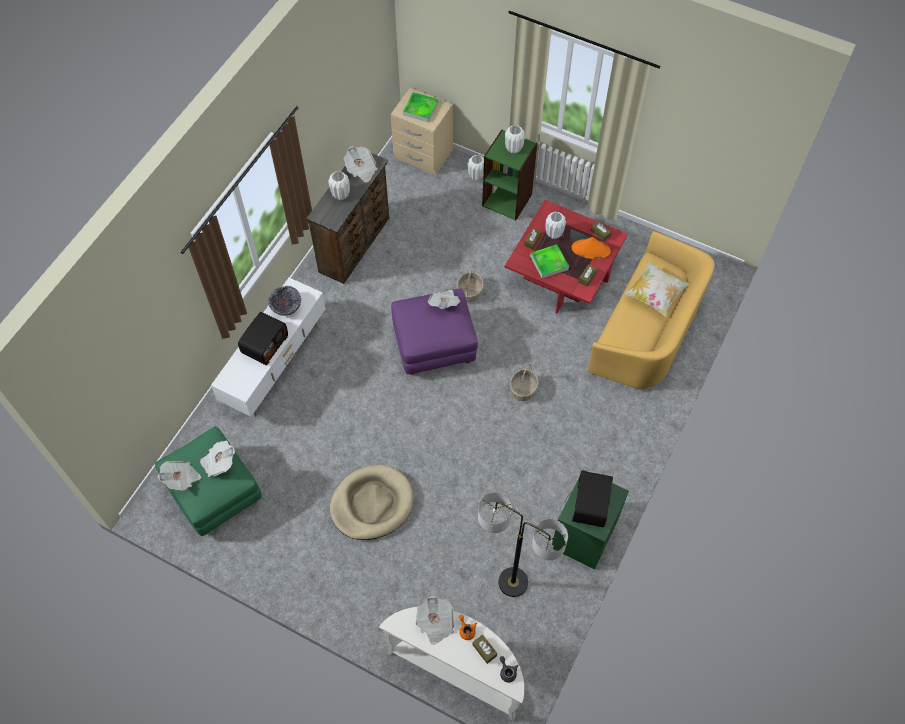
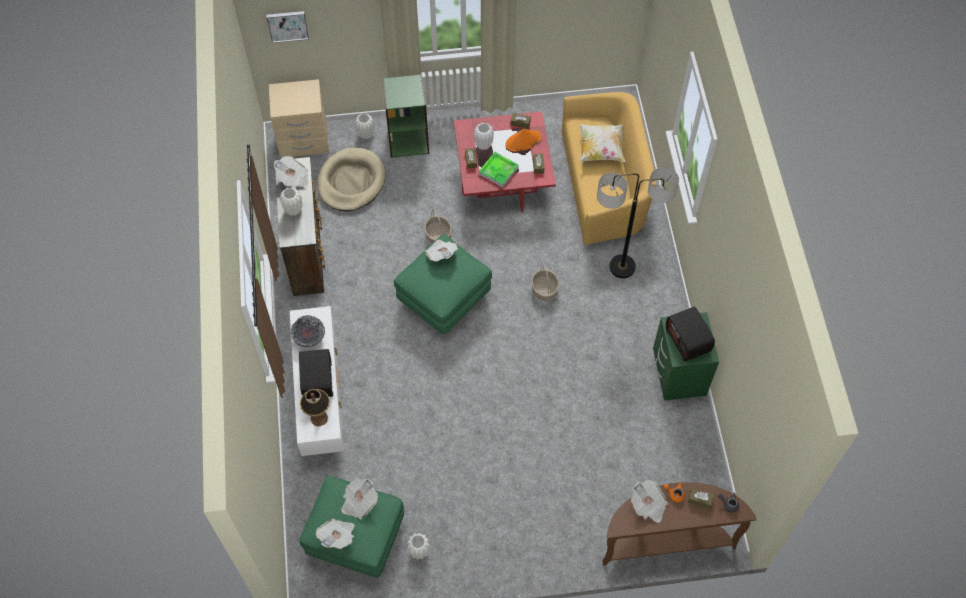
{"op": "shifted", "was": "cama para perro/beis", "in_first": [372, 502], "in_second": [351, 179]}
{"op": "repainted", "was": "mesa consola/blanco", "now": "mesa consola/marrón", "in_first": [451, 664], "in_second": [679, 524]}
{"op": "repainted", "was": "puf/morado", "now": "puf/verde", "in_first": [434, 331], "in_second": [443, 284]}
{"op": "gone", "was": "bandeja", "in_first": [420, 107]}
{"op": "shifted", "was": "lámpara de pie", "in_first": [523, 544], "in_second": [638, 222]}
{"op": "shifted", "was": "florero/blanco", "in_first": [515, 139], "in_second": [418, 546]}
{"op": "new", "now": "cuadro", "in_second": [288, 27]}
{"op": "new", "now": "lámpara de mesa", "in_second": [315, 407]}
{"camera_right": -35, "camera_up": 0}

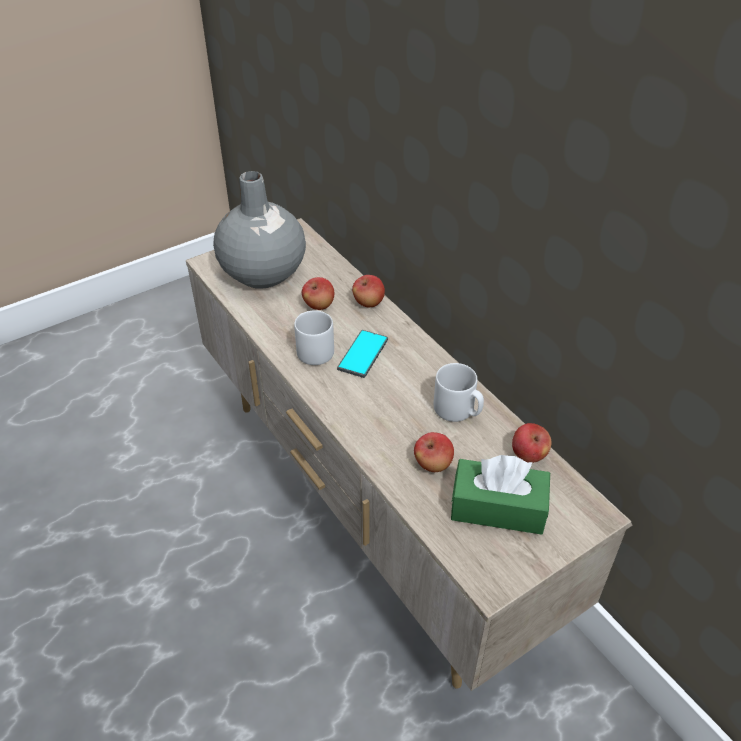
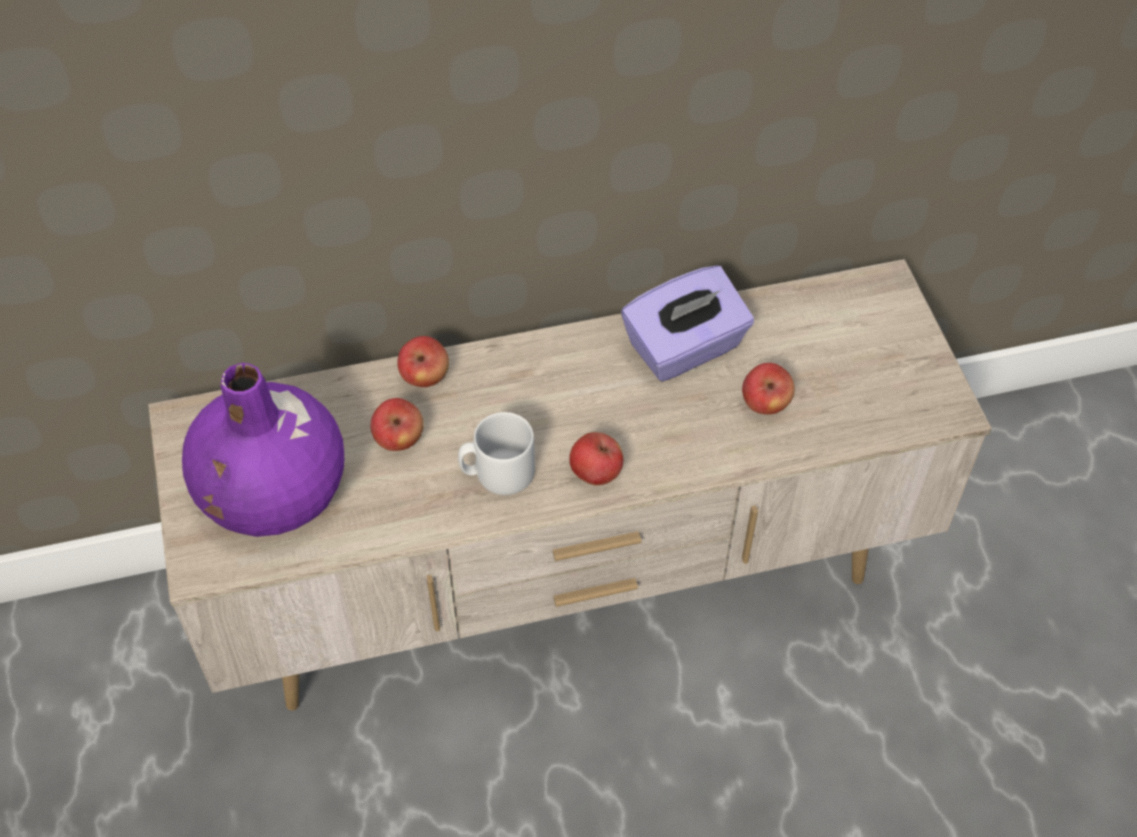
{"op": "repainted", "was": "florero/gris", "now": "florero/morado", "in_first": [259, 230], "in_second": [263, 450]}
{"op": "gone", "was": "móvil", "in_first": [362, 354]}
{"op": "swapped", "was": "taza grande/gris", "now": "caja de pañuelos/morado", "in_first": [459, 392], "in_second": [687, 323]}
{"op": "gone", "was": "caja de pañuelos/verde", "in_first": [500, 495]}
{"op": "shifted", "was": "manzana", "in_first": [531, 443], "in_second": [596, 458]}
{"camera_right": -70, "camera_up": 10}

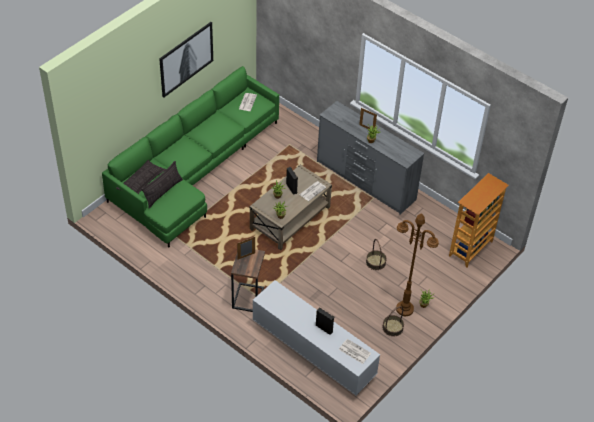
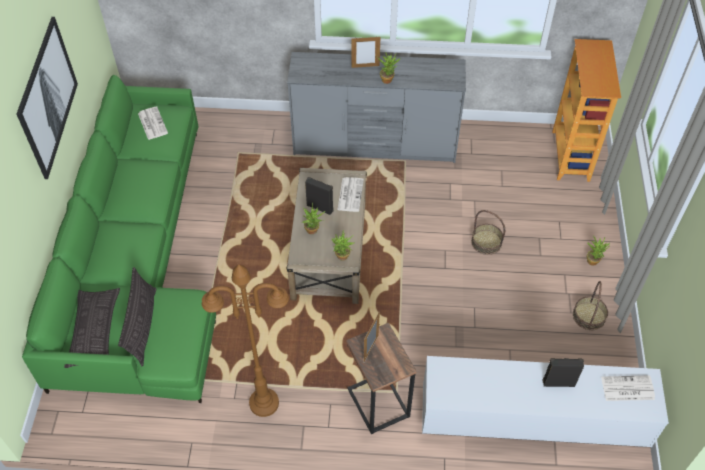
{"op": "shifted", "was": "lámpara de pie/marrón", "in_first": [417, 264], "in_second": [245, 340]}
{"camera_right": -35, "camera_up": 5}

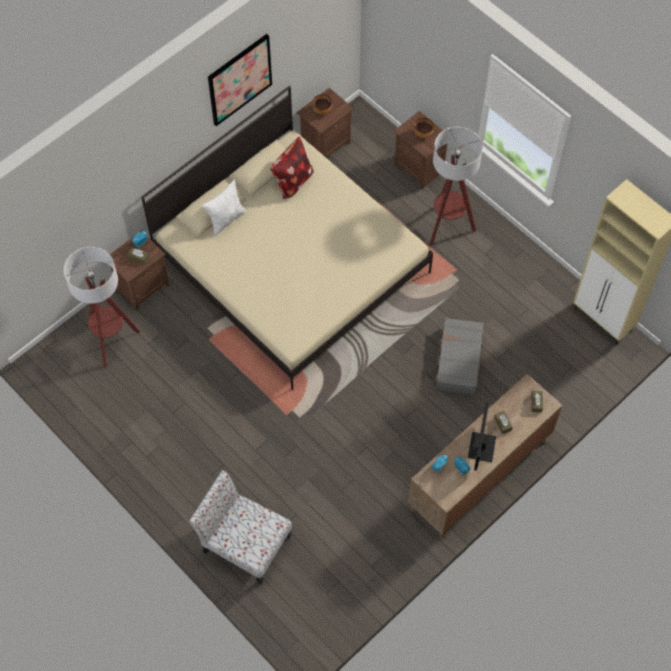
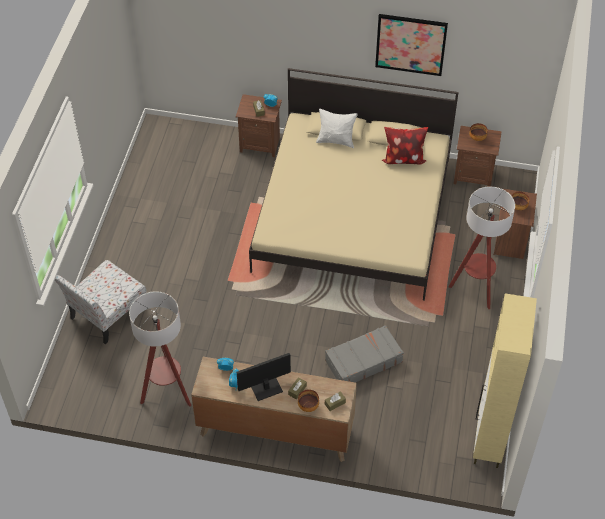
{"op": "shifted", "was": "lámpara de pie", "in_first": [102, 307], "in_second": [160, 349]}
{"op": "rotated", "was": "silla", "in_first": [240, 527], "in_second": [101, 302], "clockwise": -135}
{"op": "new", "now": "cuenco", "in_second": [308, 400]}
{"camera_right": 55, "camera_up": -10}

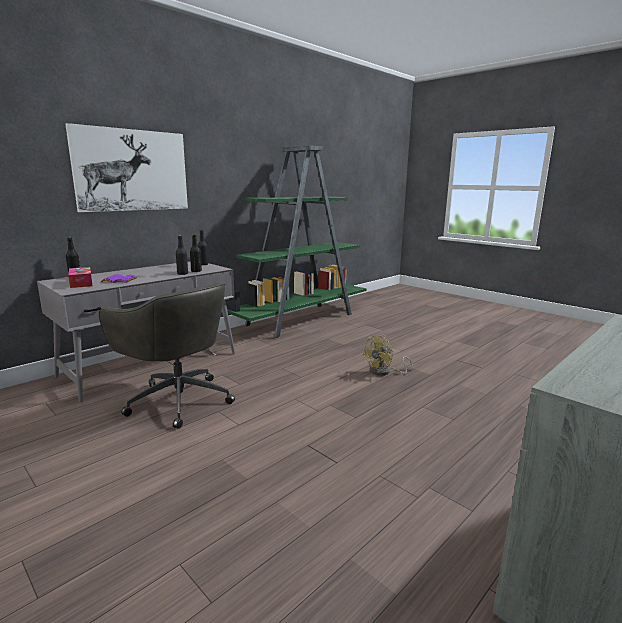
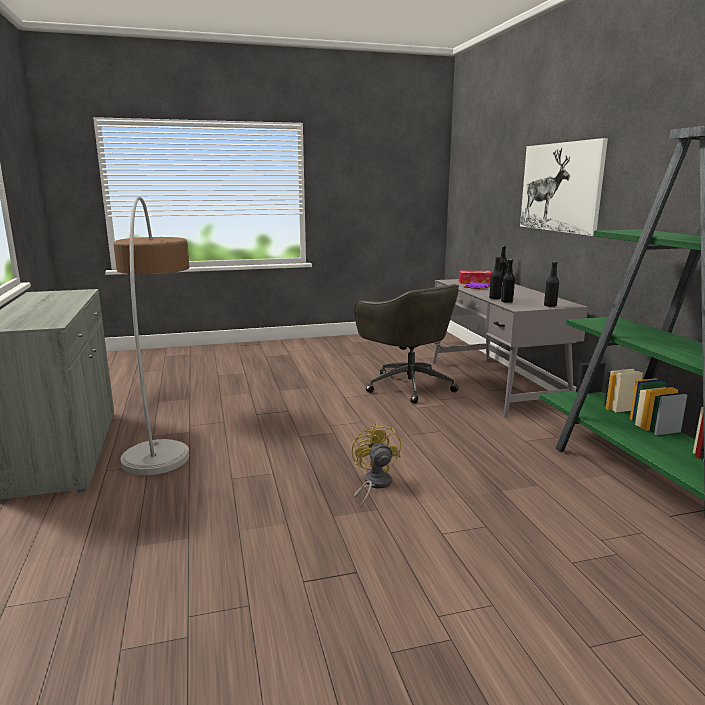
{"op": "rotated", "was": "silla de oficina/gris", "in_first": [167, 355], "in_second": [406, 344], "clockwise": -105}
{"op": "new", "now": "lámpara de pie", "in_second": [151, 335]}
{"camera_right": 120, "camera_up": 0}

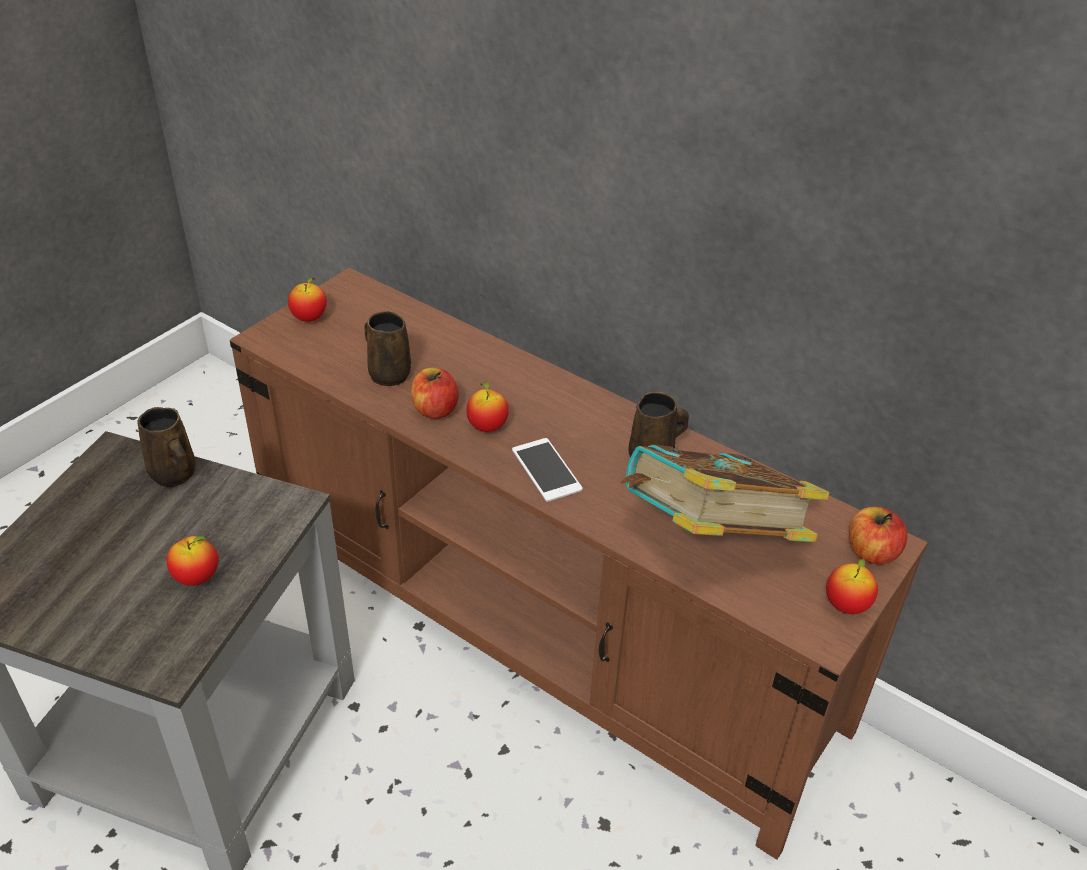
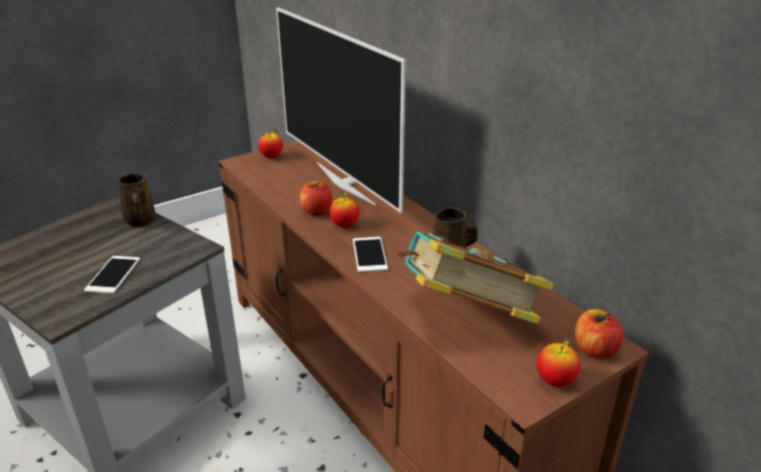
{"op": "swapped", "was": "manzana", "now": "móvil", "in_first": [193, 561], "in_second": [112, 275]}
{"op": "gone", "was": "taza grande/marrón", "in_first": [387, 348]}
{"op": "new", "now": "televisor", "in_second": [341, 110]}
{"camera_right": 20, "camera_up": -10}

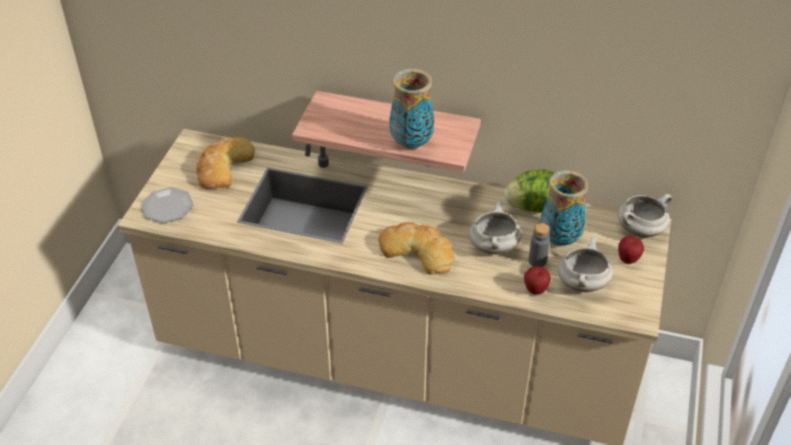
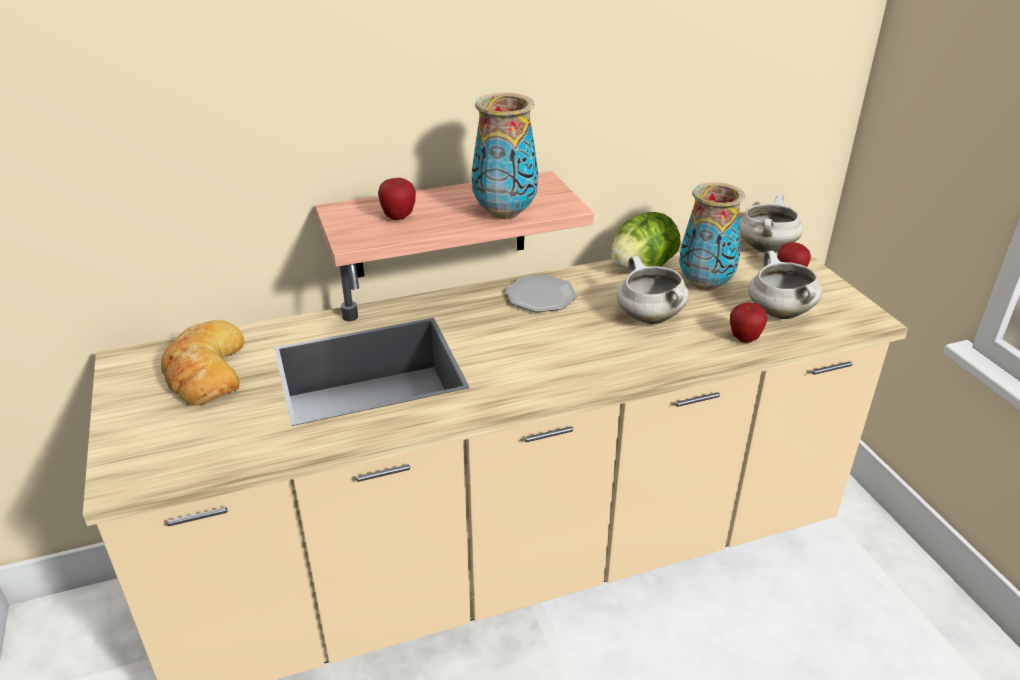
{"op": "shifted", "was": "plato", "in_first": [168, 205], "in_second": [541, 293]}
{"op": "gone", "was": "pan", "in_first": [416, 248]}
{"op": "gone", "was": "botella/gris", "in_first": [539, 245]}
{"op": "new", "now": "manzana", "in_second": [397, 199]}
{"camera_right": -35, "camera_up": -10}

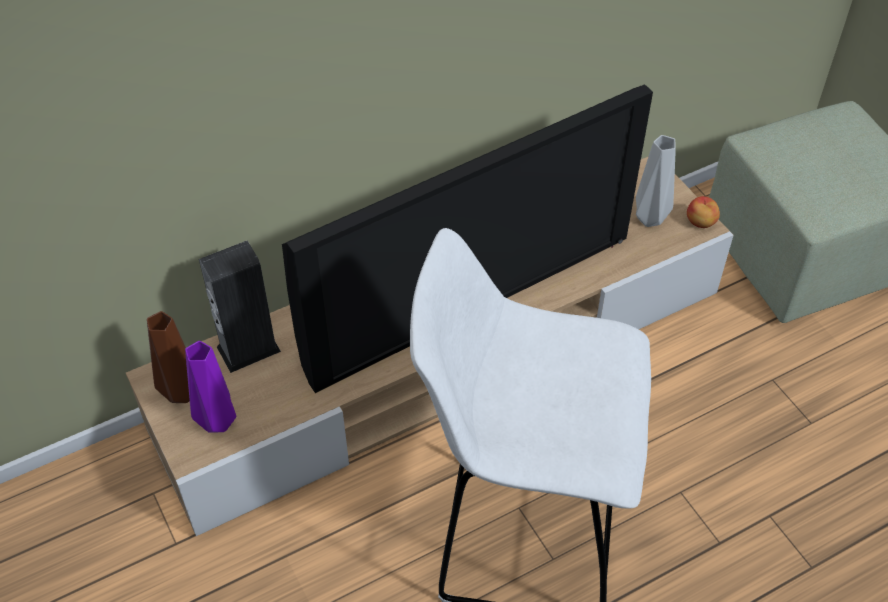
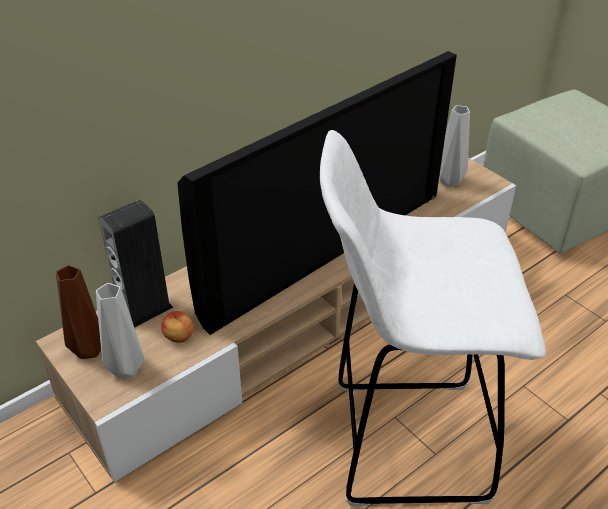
{"op": "repainted", "was": "florero/morado", "now": "florero/gris", "in_first": [210, 387], "in_second": [120, 330]}
{"op": "shifted", "was": "manzana", "in_first": [703, 212], "in_second": [177, 327]}
{"camera_right": -10, "camera_up": -10}

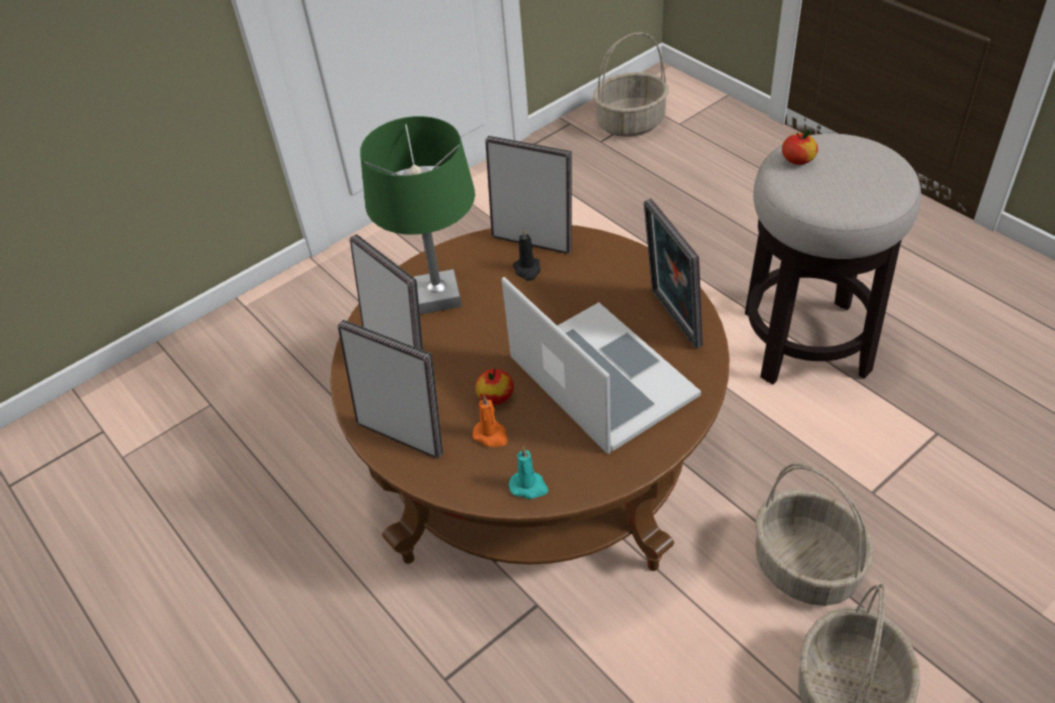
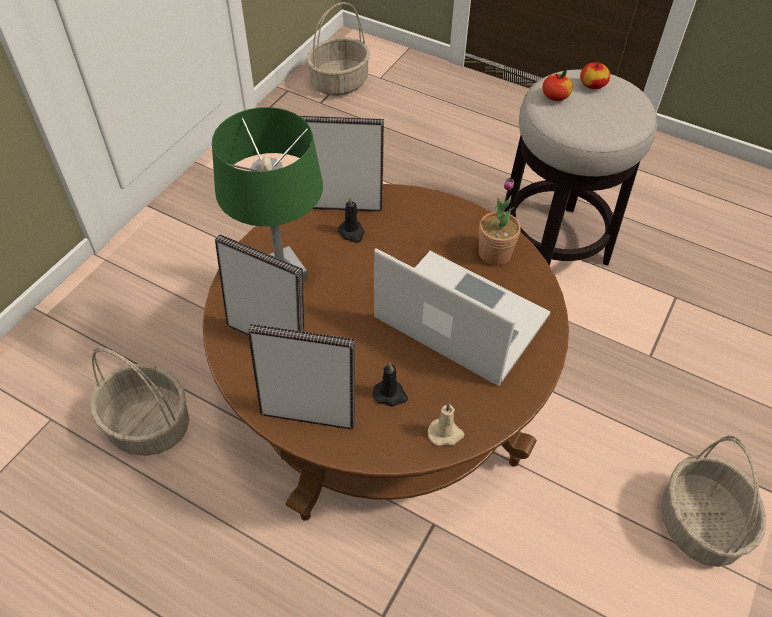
{"op": "repainted", "was": "vela/naranja", "now": "vela/negro", "in_first": [490, 421], "in_second": [390, 384]}
{"op": "shifted", "was": "manzana", "in_first": [494, 386], "in_second": [595, 74]}
{"op": "repainted", "was": "vela/turquesa", "now": "vela/beis", "in_first": [528, 473], "in_second": [446, 424]}
{"op": "swapped", "was": "portarretratos", "now": "planta en maceta", "in_first": [673, 274], "in_second": [500, 222]}
{"op": "shifted", "was": "cesta", "in_first": [814, 534], "in_second": [139, 401]}
{"camera_right": -25, "camera_up": 5}

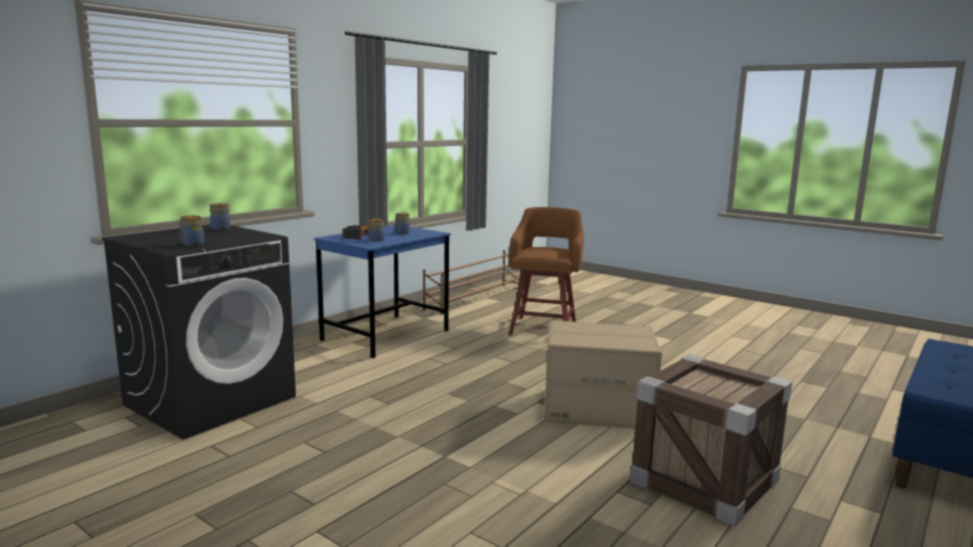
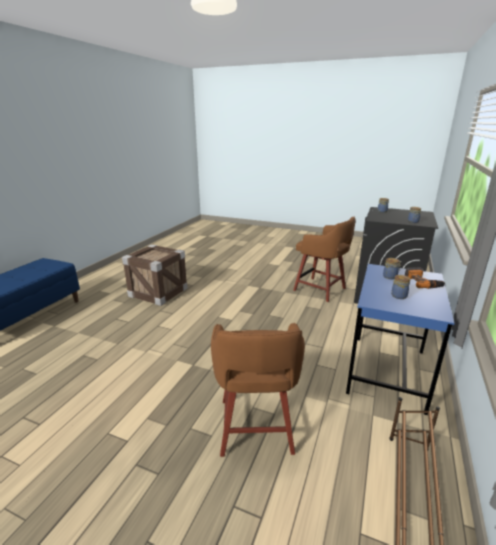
{"op": "gone", "was": "caja de cartón", "in_first": [603, 374]}
{"op": "new", "now": "taburete/marrón", "in_second": [324, 259]}
{"camera_right": 165, "camera_up": 10}

